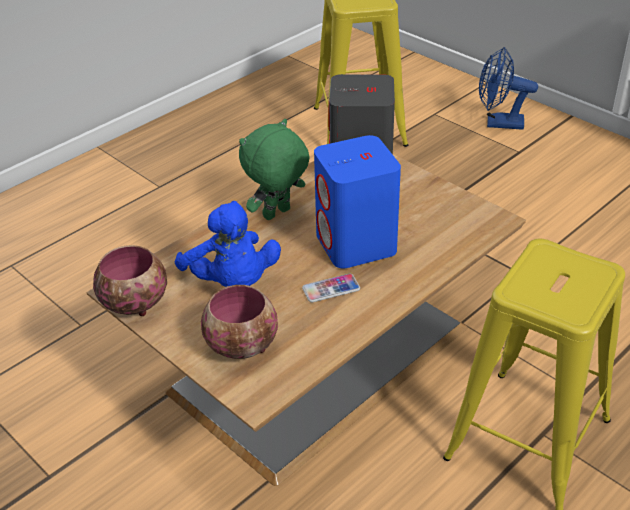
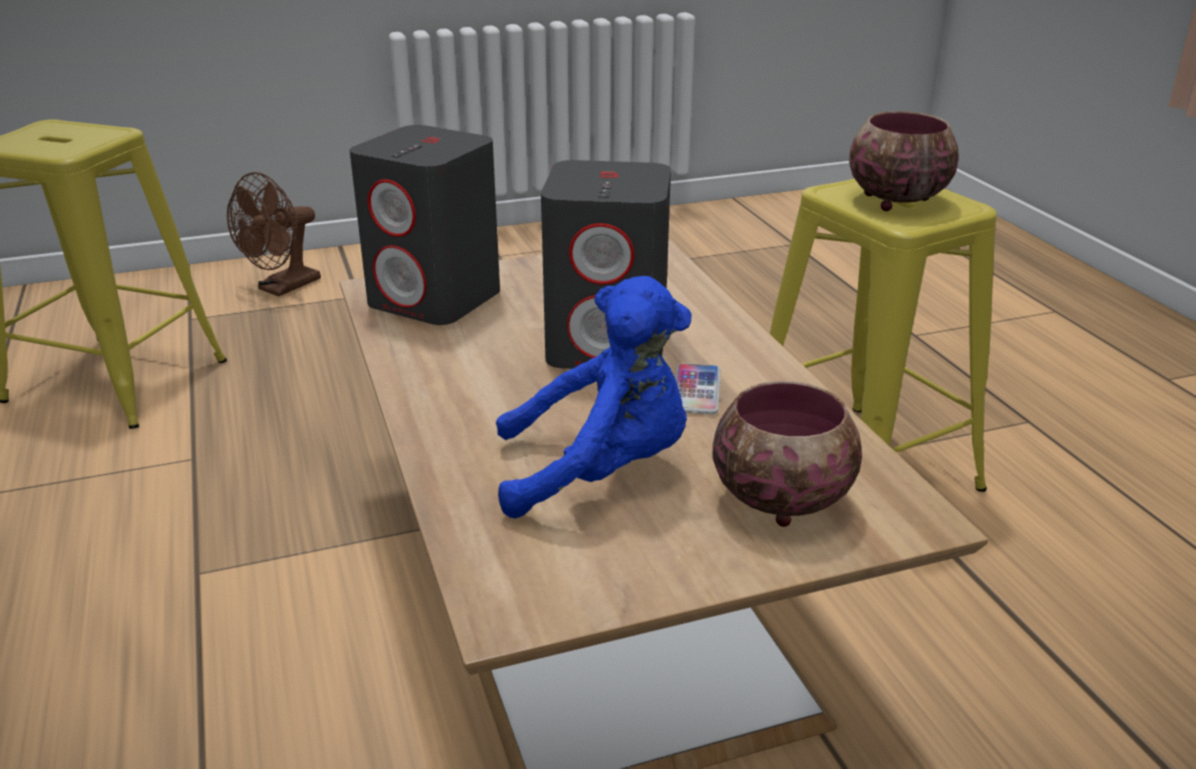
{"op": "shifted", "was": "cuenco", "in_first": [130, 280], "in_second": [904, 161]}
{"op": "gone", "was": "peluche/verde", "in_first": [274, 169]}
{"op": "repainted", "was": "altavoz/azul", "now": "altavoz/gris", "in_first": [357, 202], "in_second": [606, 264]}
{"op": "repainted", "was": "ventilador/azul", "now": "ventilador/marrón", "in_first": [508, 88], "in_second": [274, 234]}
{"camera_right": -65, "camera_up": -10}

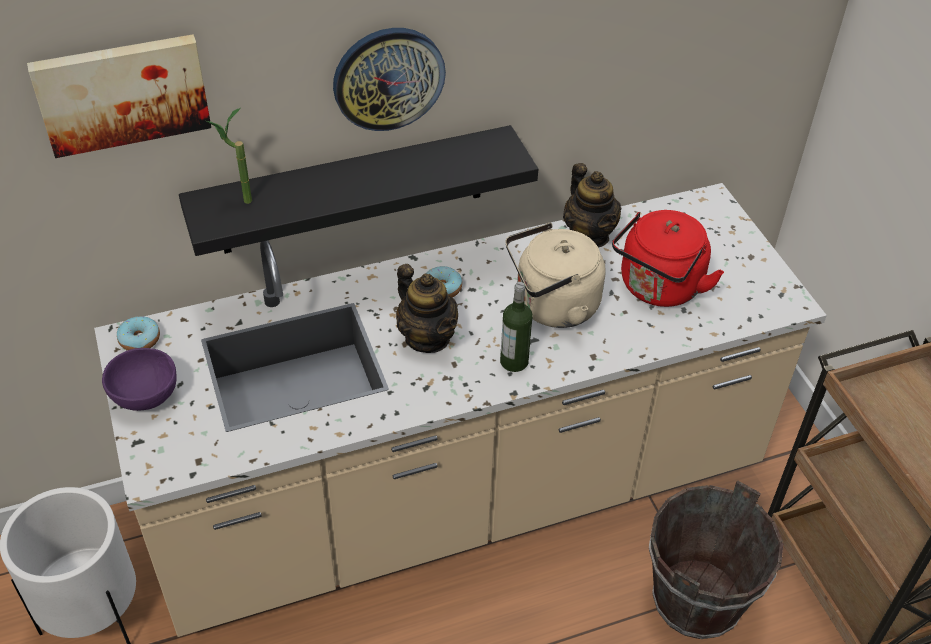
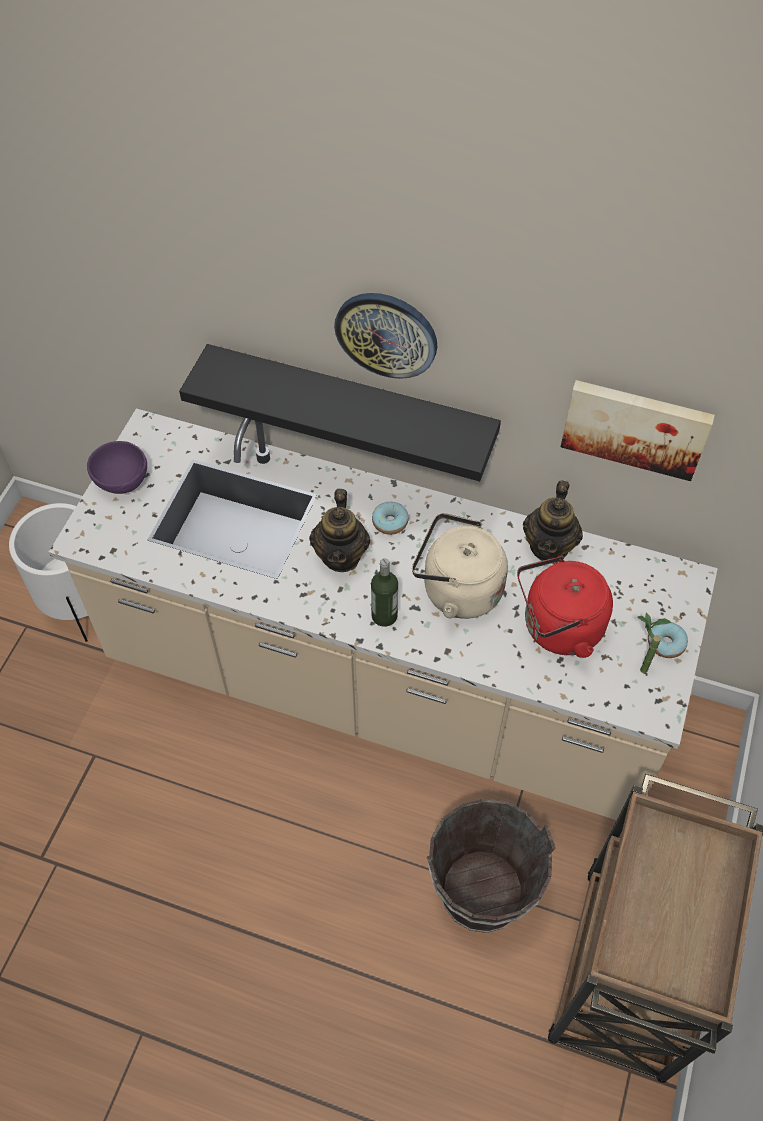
{"op": "shifted", "was": "cuadro", "in_first": [119, 96], "in_second": [638, 430]}
{"op": "shifted", "was": "rosquilla", "in_first": [138, 333], "in_second": [668, 640]}
{"op": "shifted", "was": "planta en maceta", "in_first": [229, 156], "in_second": [655, 642]}
{"camera_right": 40, "camera_up": 10}

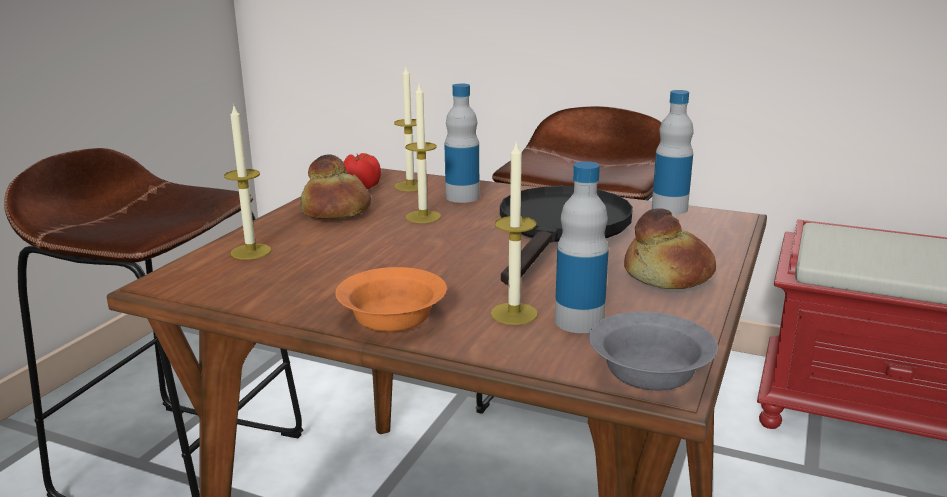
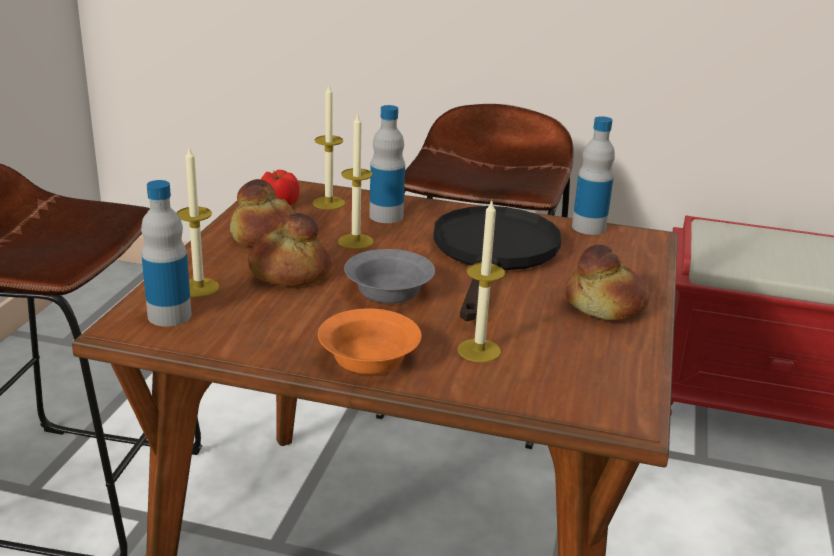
{"op": "shifted", "was": "botella", "in_first": [582, 247], "in_second": [166, 253]}
{"op": "shifted", "was": "cuenco/gris", "in_first": [653, 351], "in_second": [389, 276]}
{"op": "new", "now": "pan", "in_second": [289, 249]}
{"camera_right": -10, "camera_up": 5}

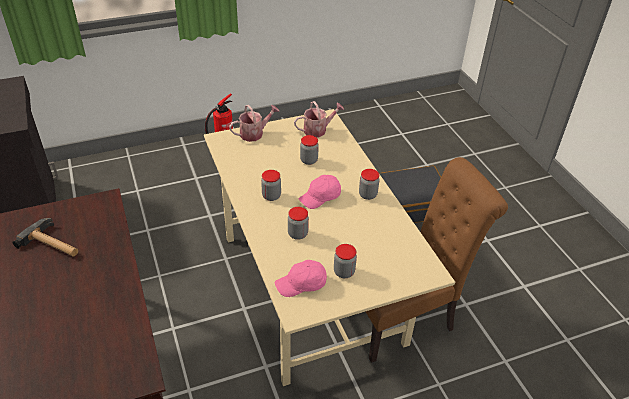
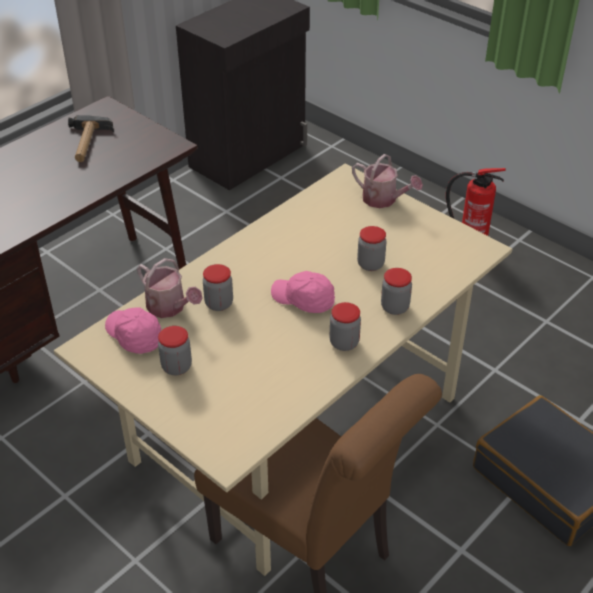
{"op": "shifted", "was": "tarro", "in_first": [271, 185], "in_second": [396, 291]}
{"op": "shifted", "was": "regadera", "in_first": [319, 119], "in_second": [170, 288]}
{"camera_right": 65, "camera_up": 0}

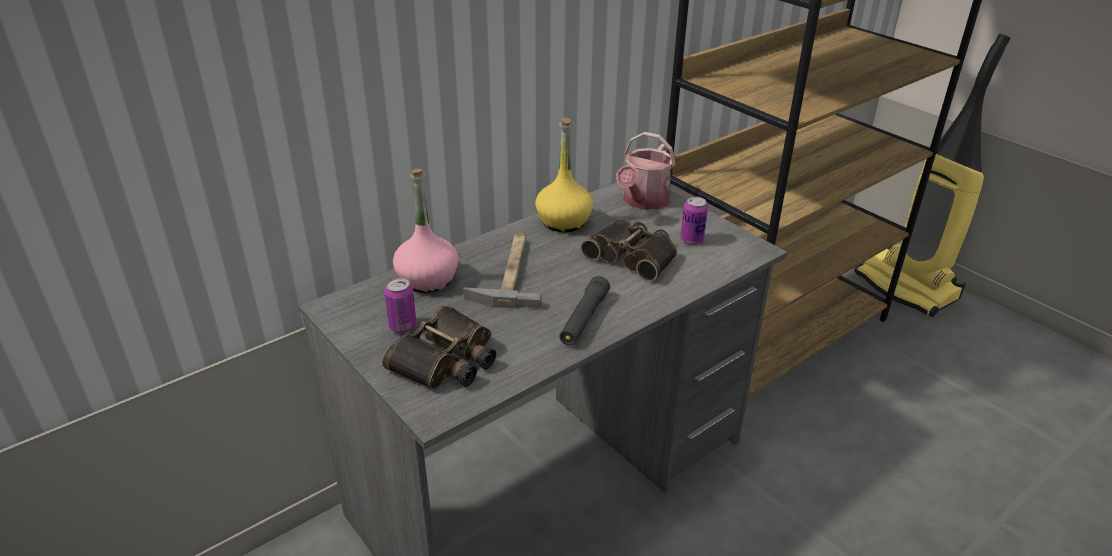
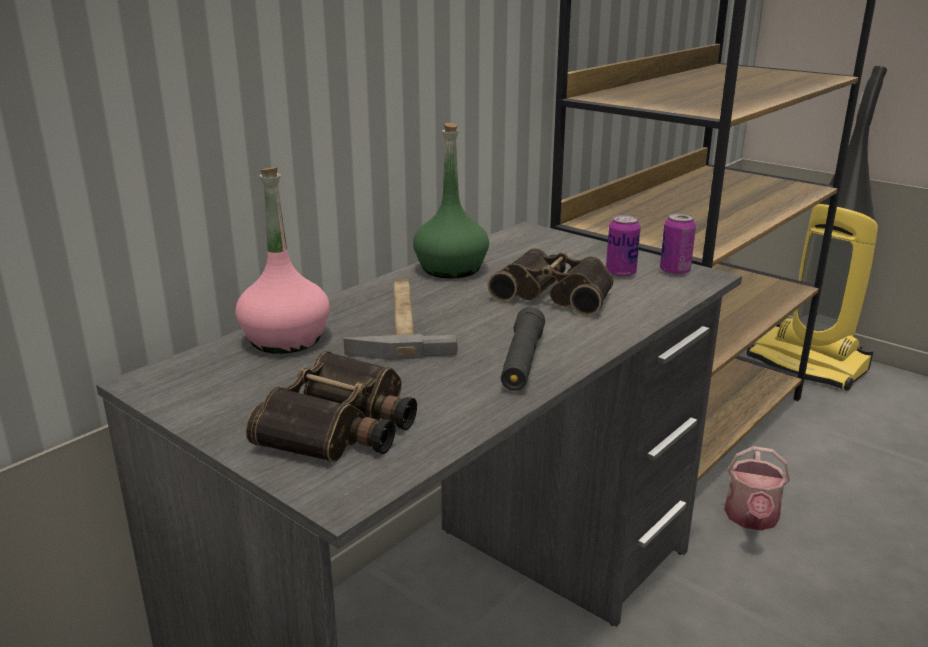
{"op": "shifted", "was": "lata", "in_first": [400, 305], "in_second": [678, 244]}
{"op": "repainted", "was": "botella/amarillo", "now": "botella/verde", "in_first": [564, 175], "in_second": [451, 200]}
{"op": "shifted", "was": "regadera", "in_first": [646, 171], "in_second": [757, 488]}
{"camera_right": -10, "camera_up": -10}

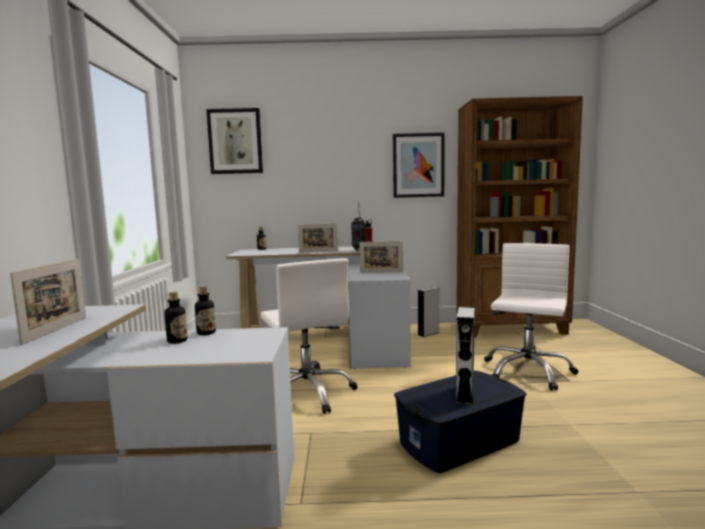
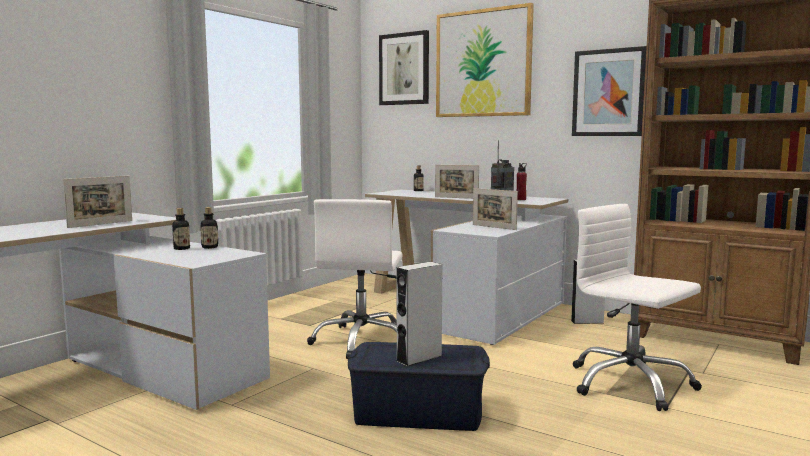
{"op": "rotated", "was": "silla de oficina/blanco", "in_first": [531, 317], "in_second": [637, 307], "clockwise": -105}
{"op": "new", "now": "cuadro", "in_second": [485, 60]}
{"camera_right": 35, "camera_up": 0}

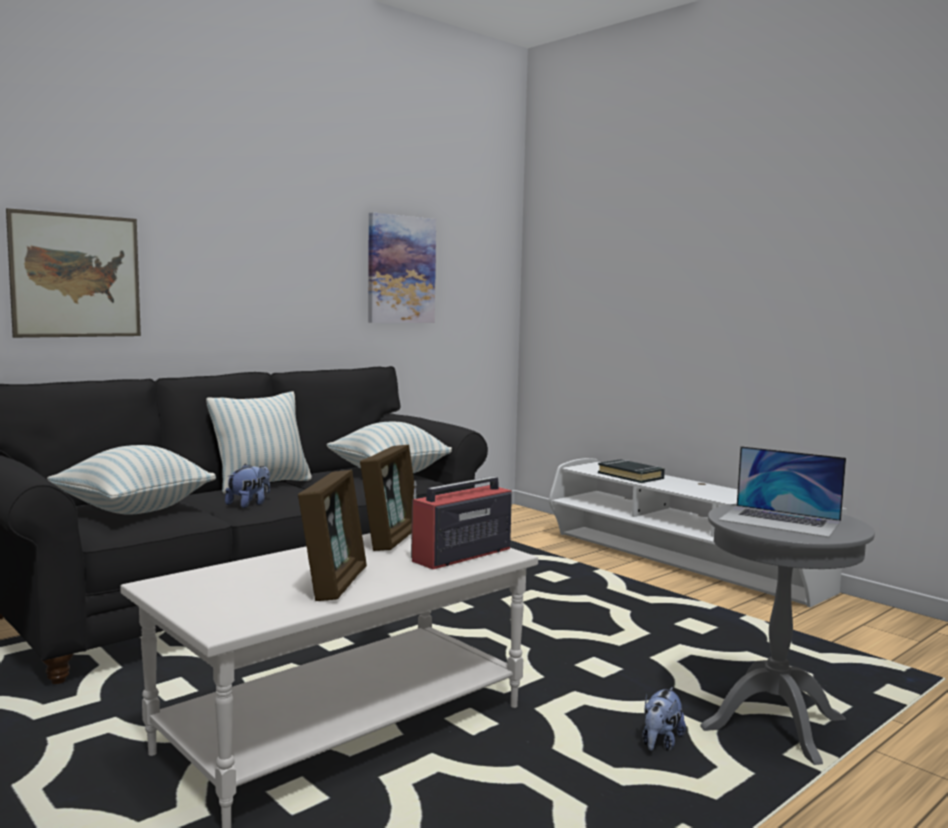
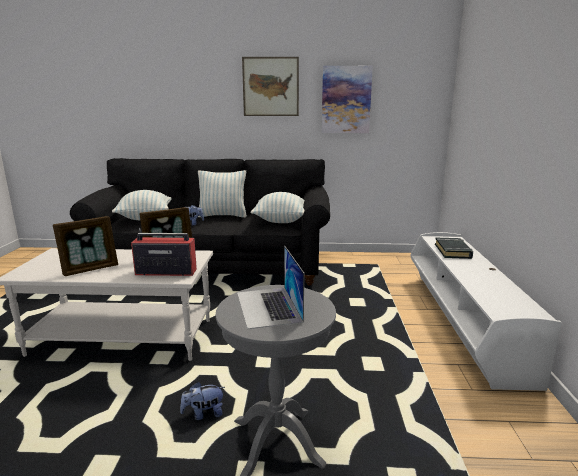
{"op": "shifted", "was": "cuadro", "in_first": [73, 273], "in_second": [270, 86]}
{"camera_right": 45, "camera_up": 10}

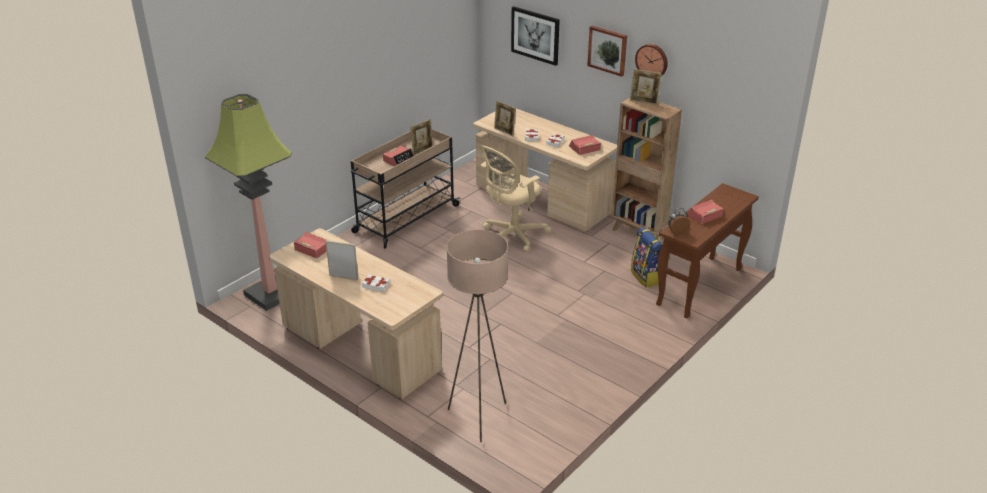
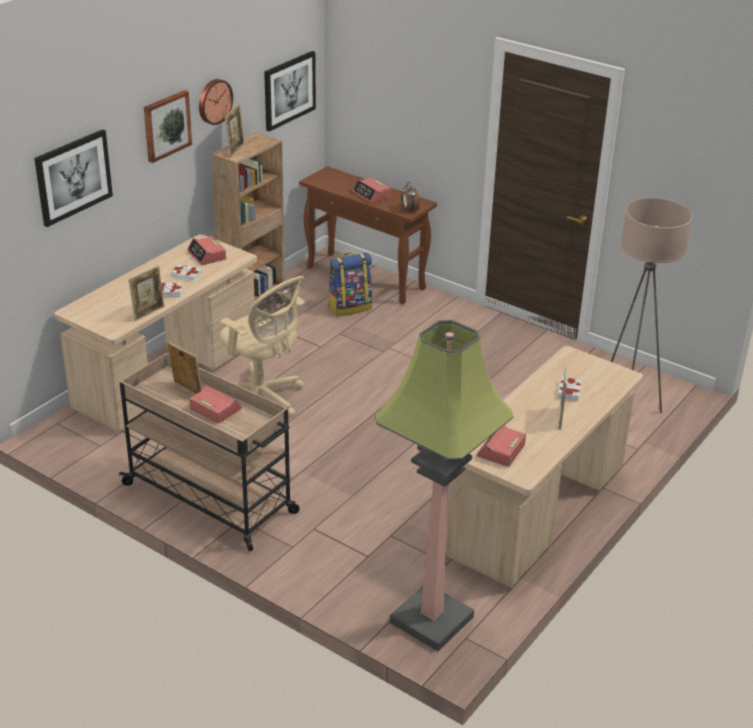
{"op": "new", "now": "cuadro", "in_second": [290, 91]}
{"camera_right": -95, "camera_up": 0}

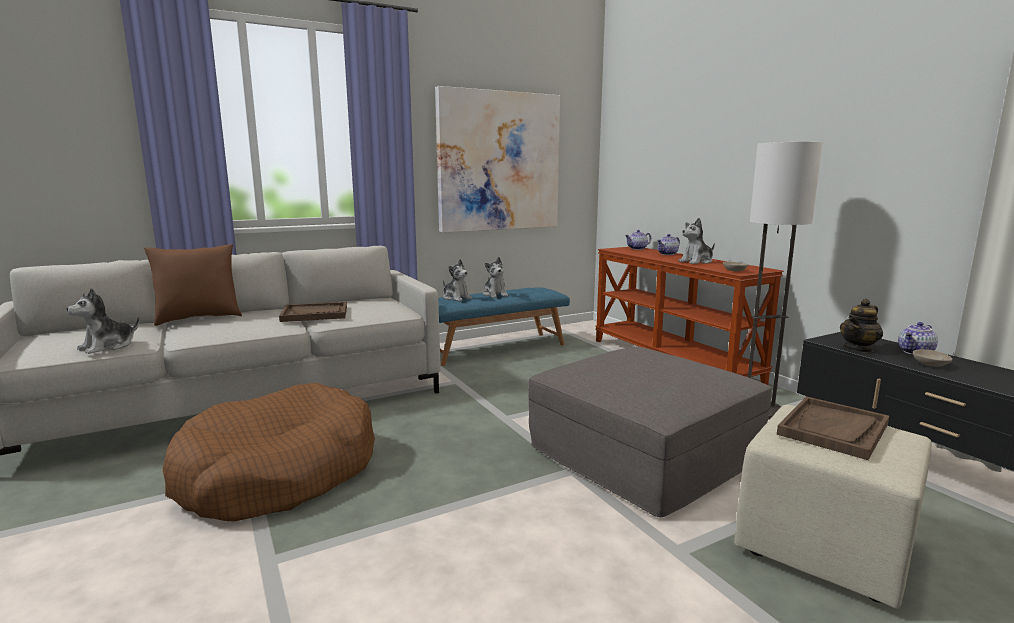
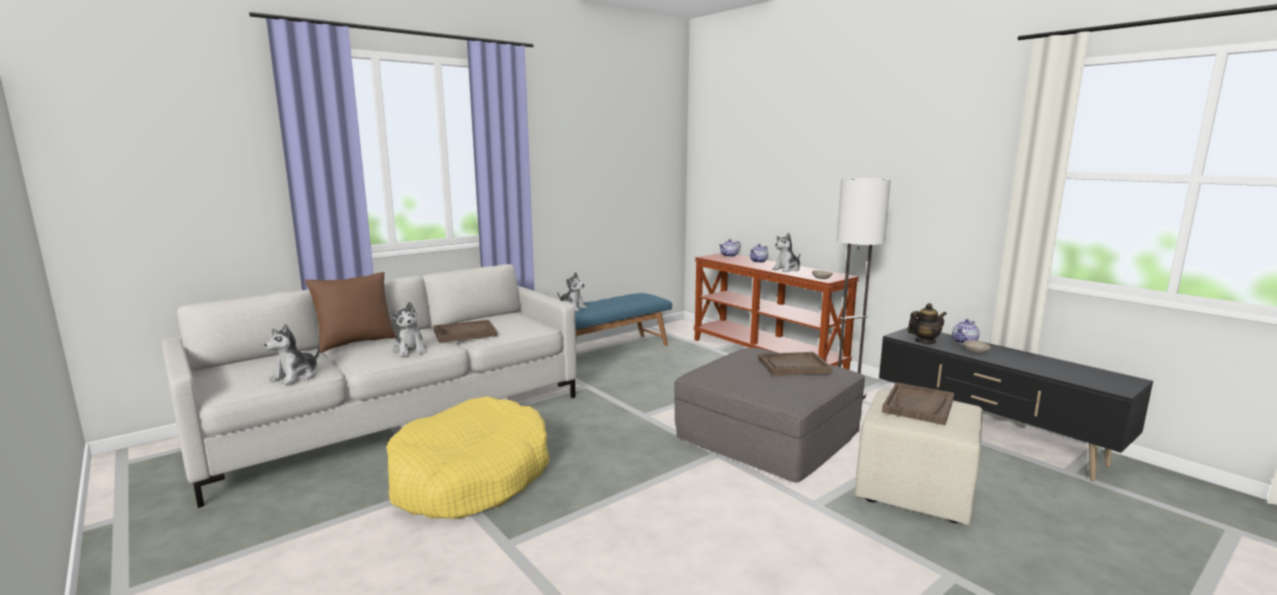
{"op": "repainted", "was": "cama para perro/marrón", "now": "cama para perro/amarillo", "in_first": [269, 452], "in_second": [468, 457]}
{"op": "gone", "was": "cuadro", "in_first": [497, 159]}
{"op": "shifted", "was": "peluche", "in_first": [495, 277], "in_second": [408, 329]}
{"op": "rotated", "was": "tetera", "in_first": [861, 326], "in_second": [927, 323], "clockwise": -150}
{"op": "new", "now": "bandeja/marrón", "in_second": [795, 364]}
{"camera_right": -10, "camera_up": 0}

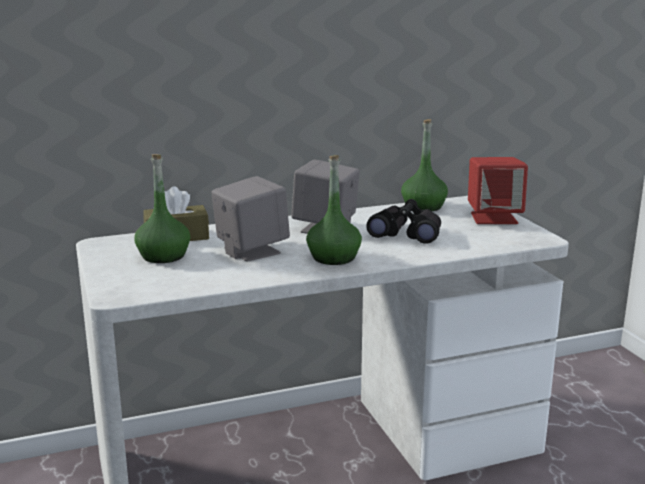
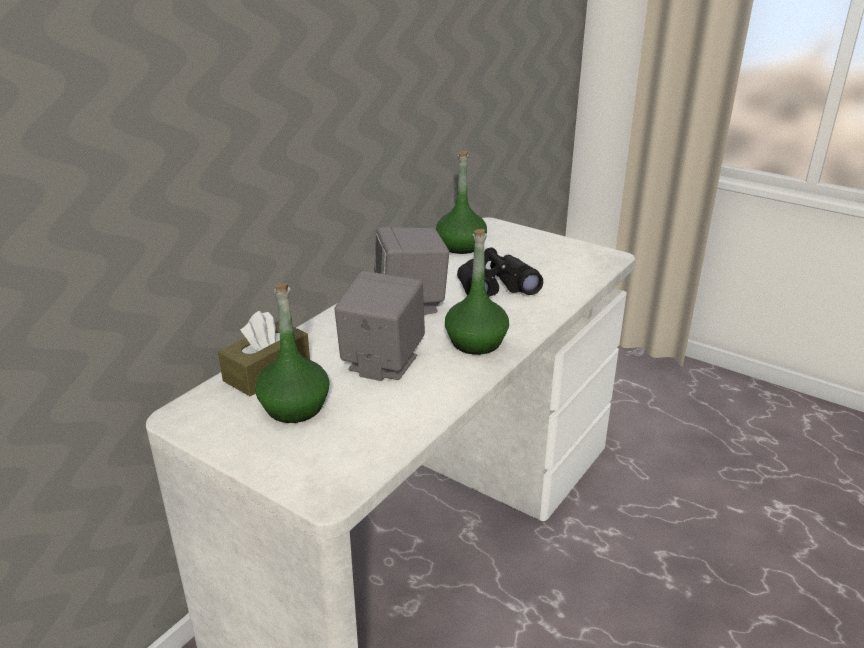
{"op": "gone", "was": "altavoz/rojo", "in_first": [498, 190]}
{"camera_right": -35, "camera_up": 10}

